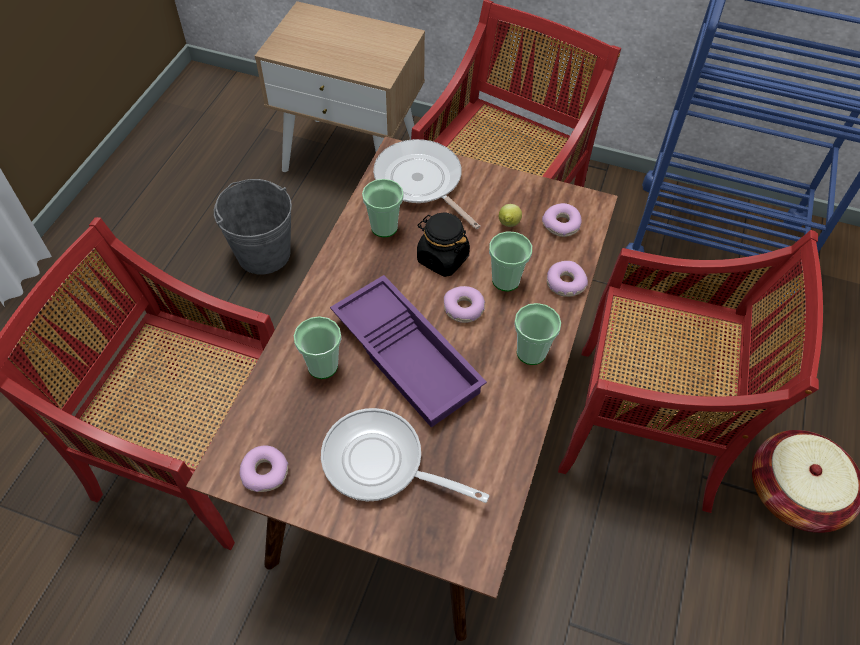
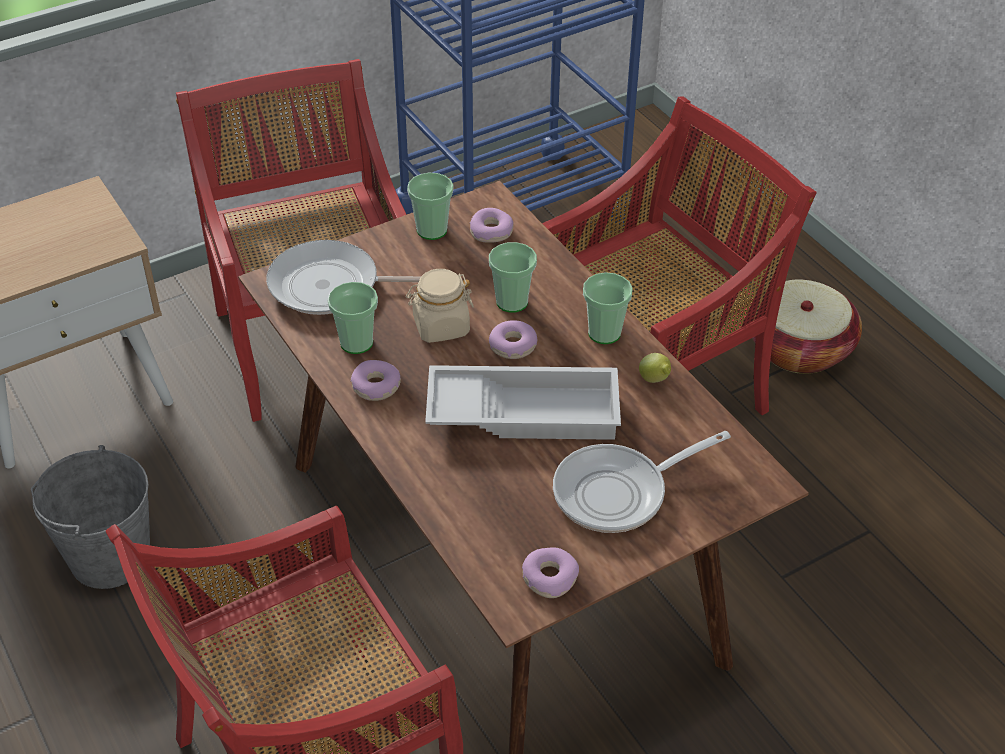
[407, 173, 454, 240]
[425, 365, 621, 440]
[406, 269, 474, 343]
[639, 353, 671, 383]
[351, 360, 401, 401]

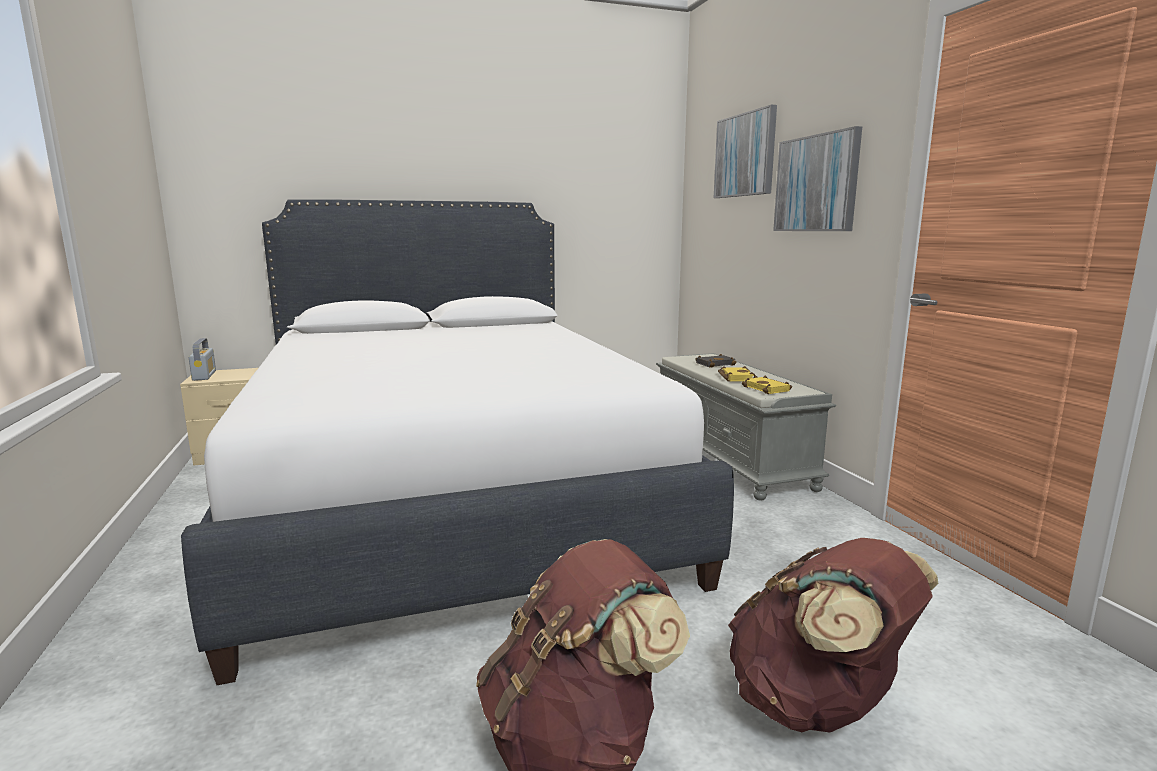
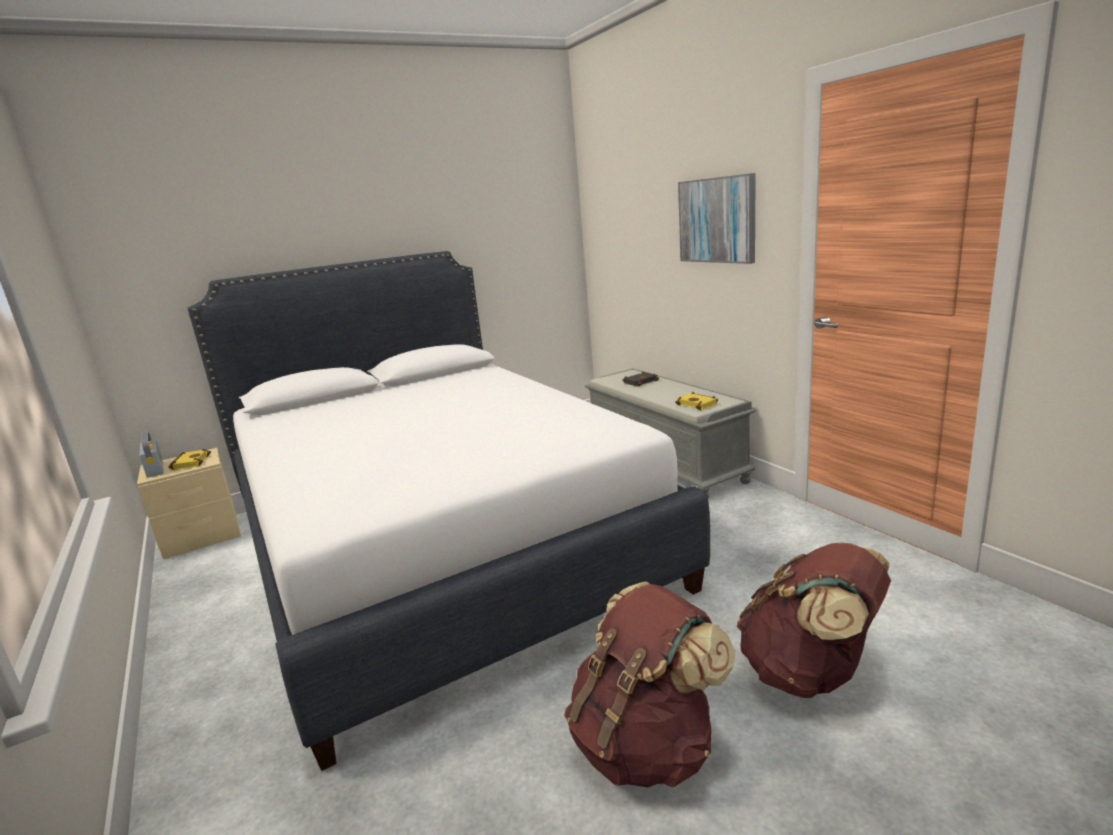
[714, 105, 777, 198] (first image)
[169, 449, 211, 470]

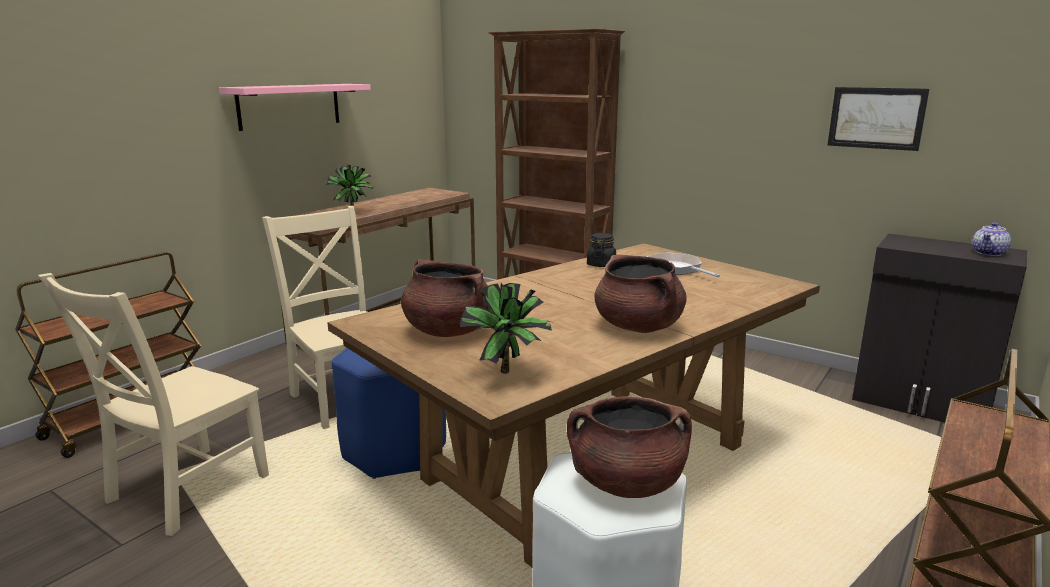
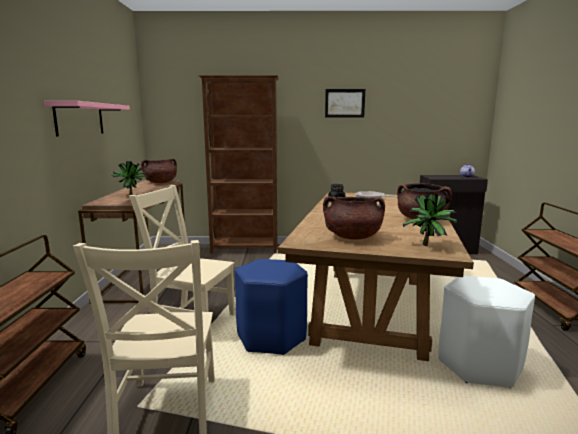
[141, 159, 177, 183]
[325, 89, 365, 118]

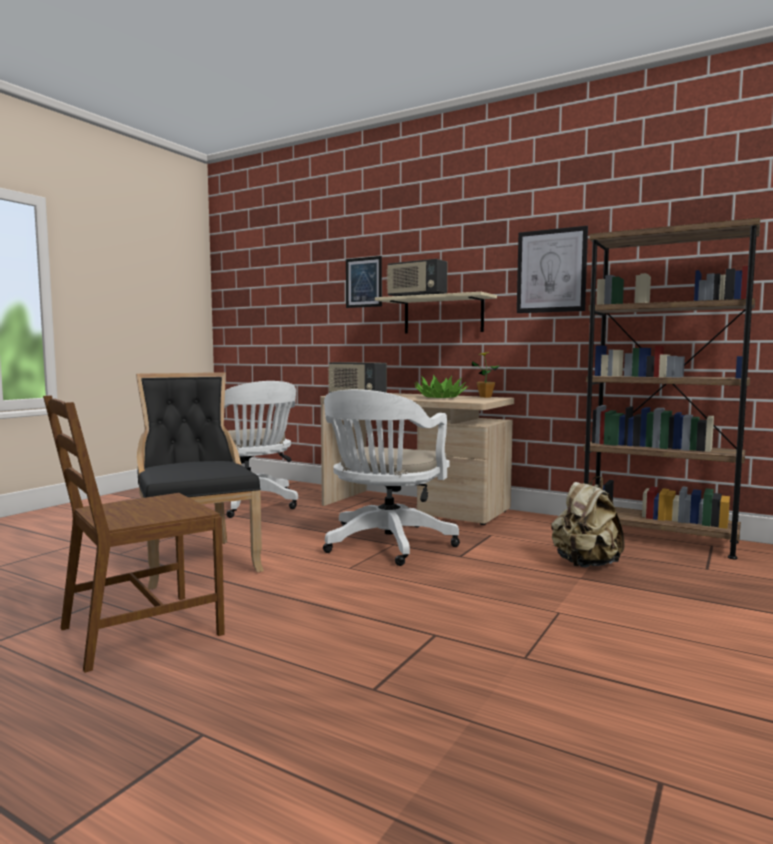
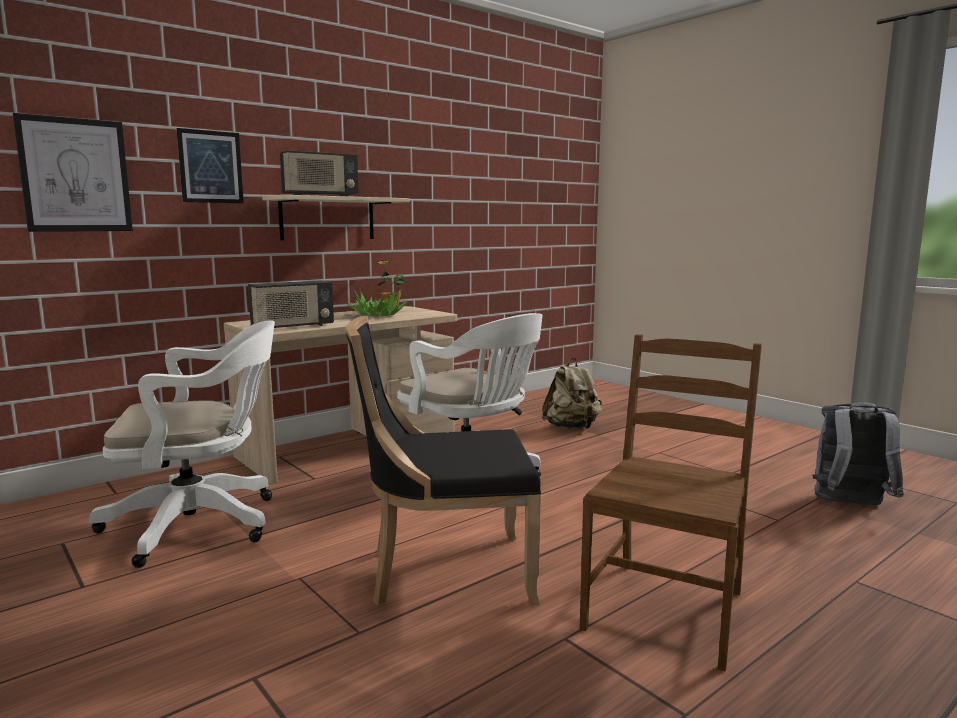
[580, 334, 762, 671]
[13, 113, 133, 232]
[583, 218, 760, 559] (first image)
[813, 402, 904, 506]

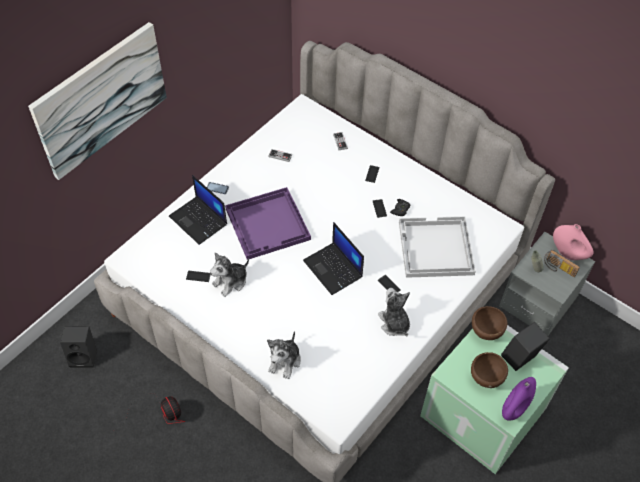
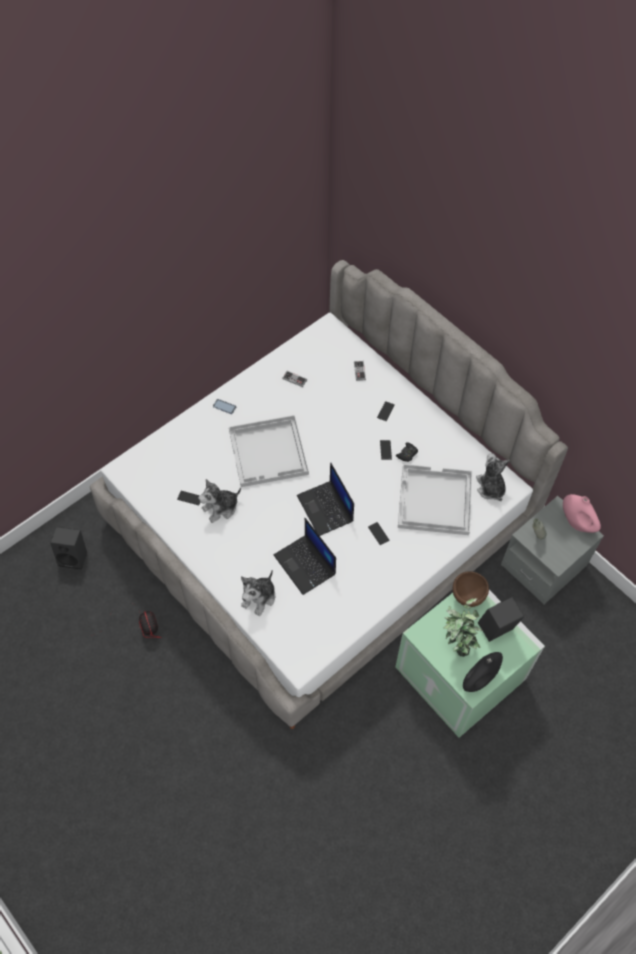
[28, 22, 167, 180] (first image)
[274, 518, 336, 595]
[229, 415, 309, 487]
[476, 453, 510, 501]
[444, 598, 483, 657]
[463, 652, 503, 692]
[544, 250, 580, 277] (first image)

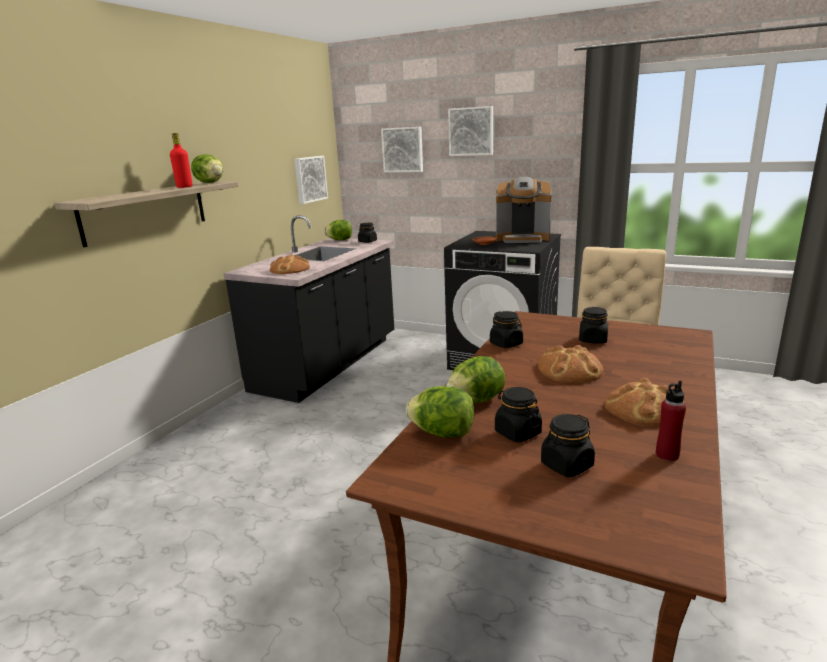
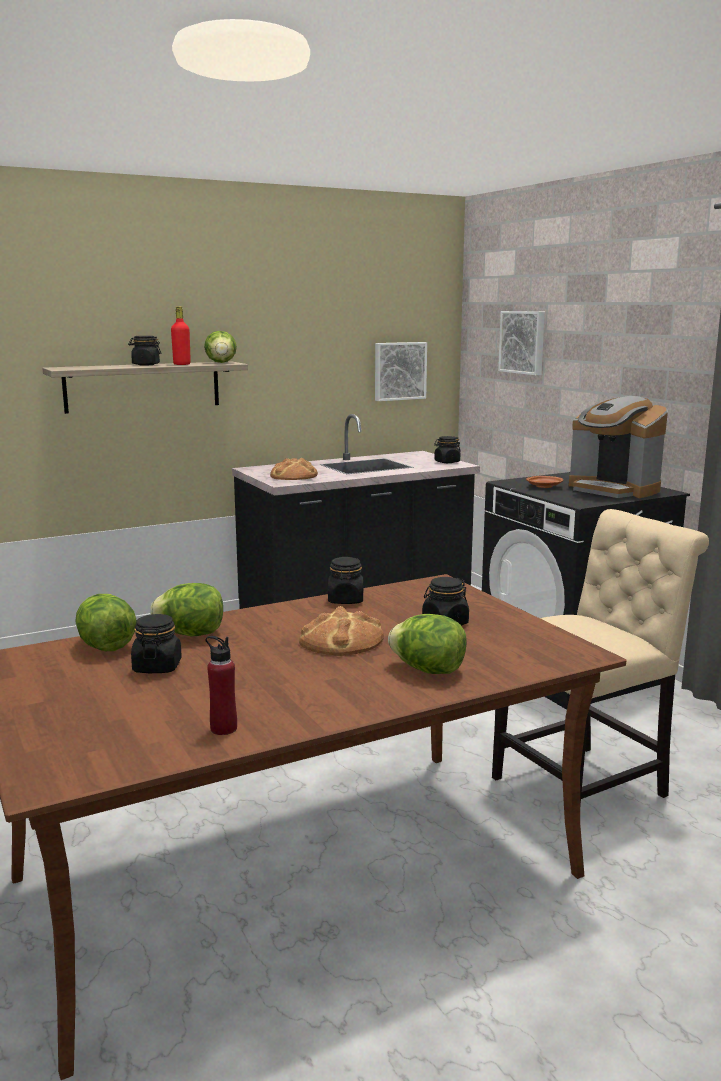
[388, 614, 467, 674]
[448, 106, 493, 156] (first image)
[128, 336, 161, 365]
[605, 378, 686, 426] (first image)

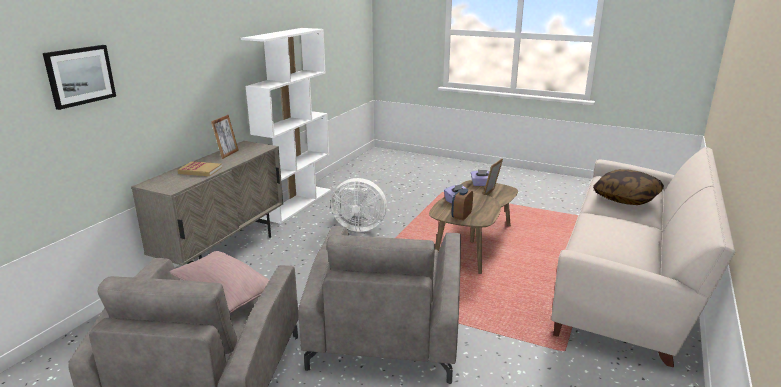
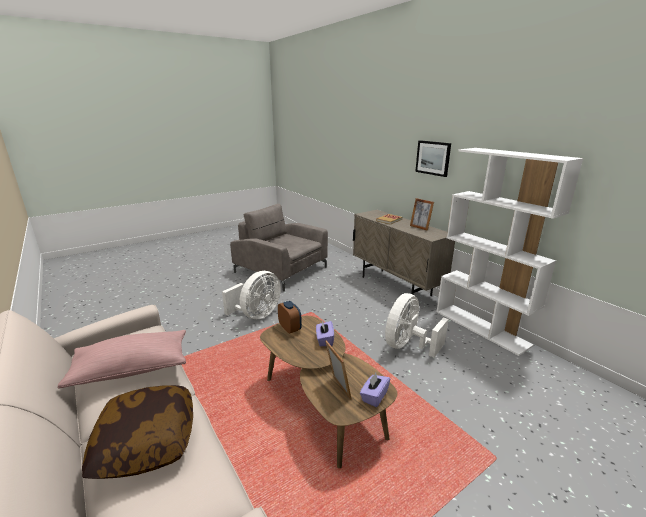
[415, 140, 451, 177]
[58, 330, 186, 389]
[222, 271, 281, 319]

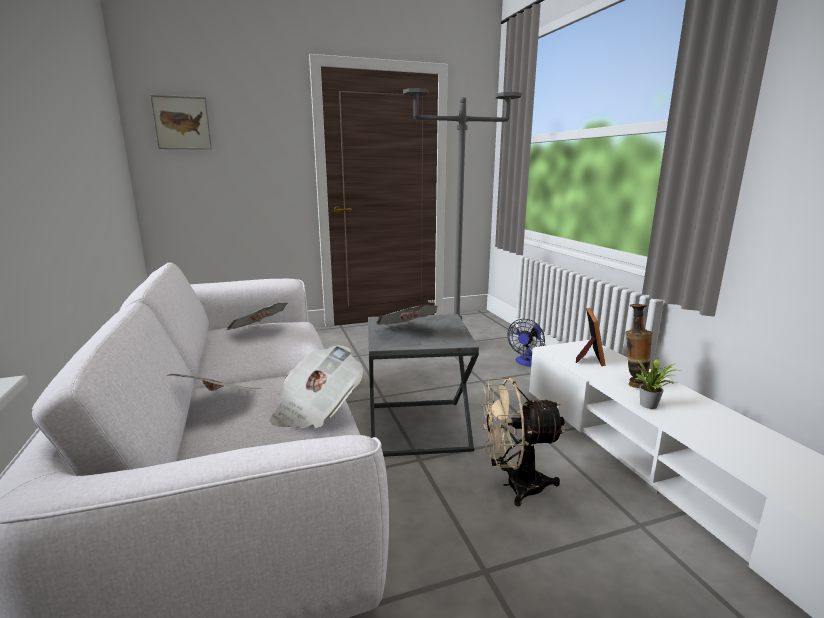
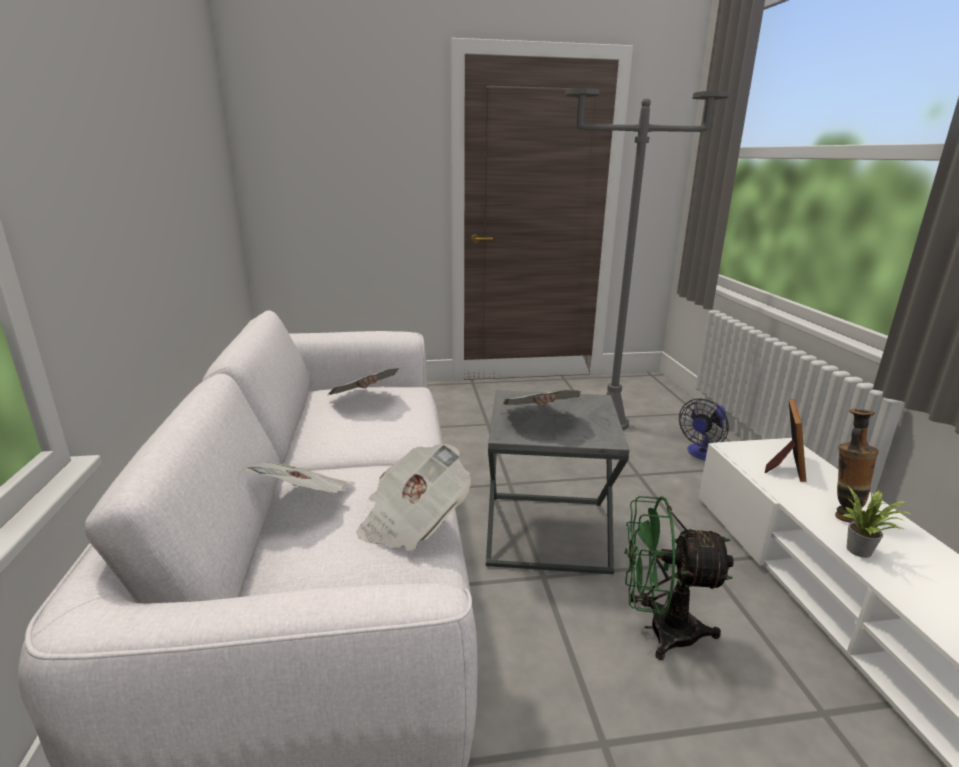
[150, 95, 212, 150] (first image)
[625, 496, 734, 660]

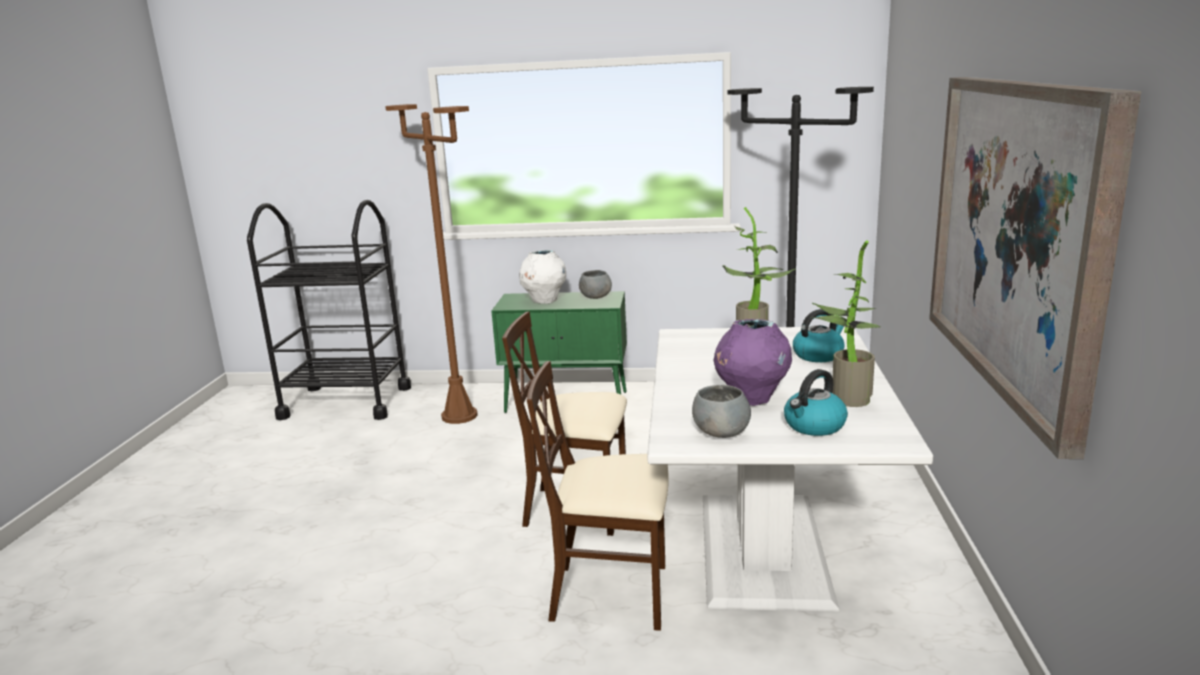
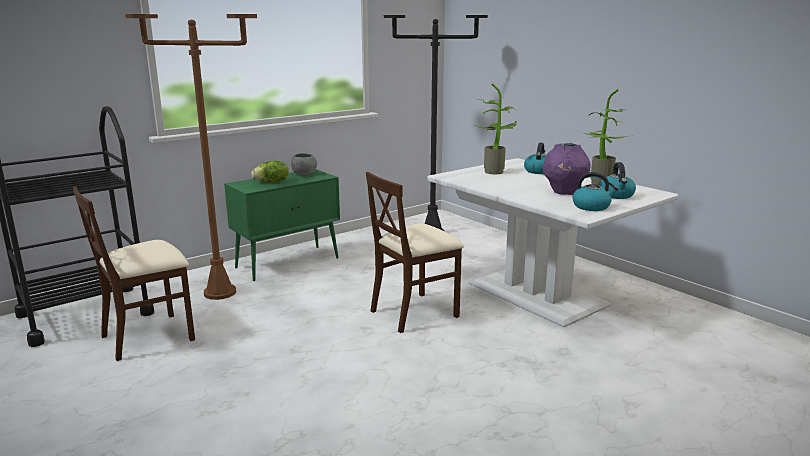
[251, 161, 289, 182]
[73, 186, 195, 361]
[573, 172, 619, 211]
[929, 77, 1141, 459] (first image)

